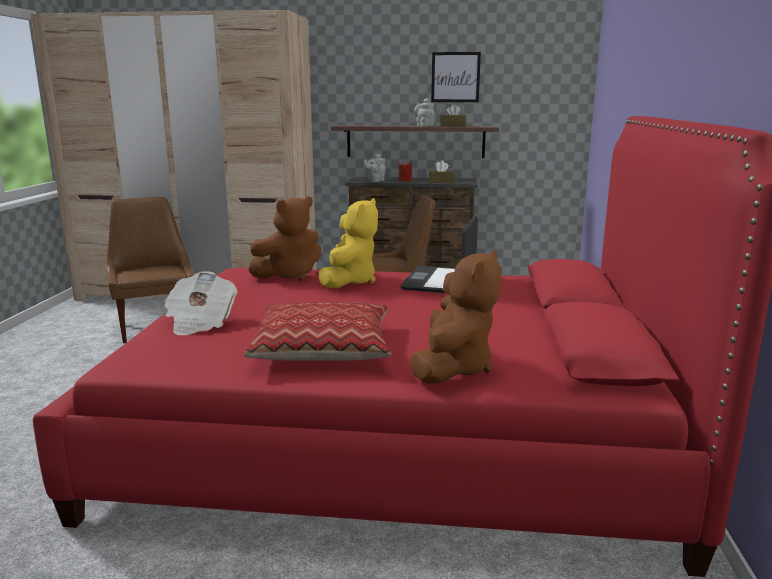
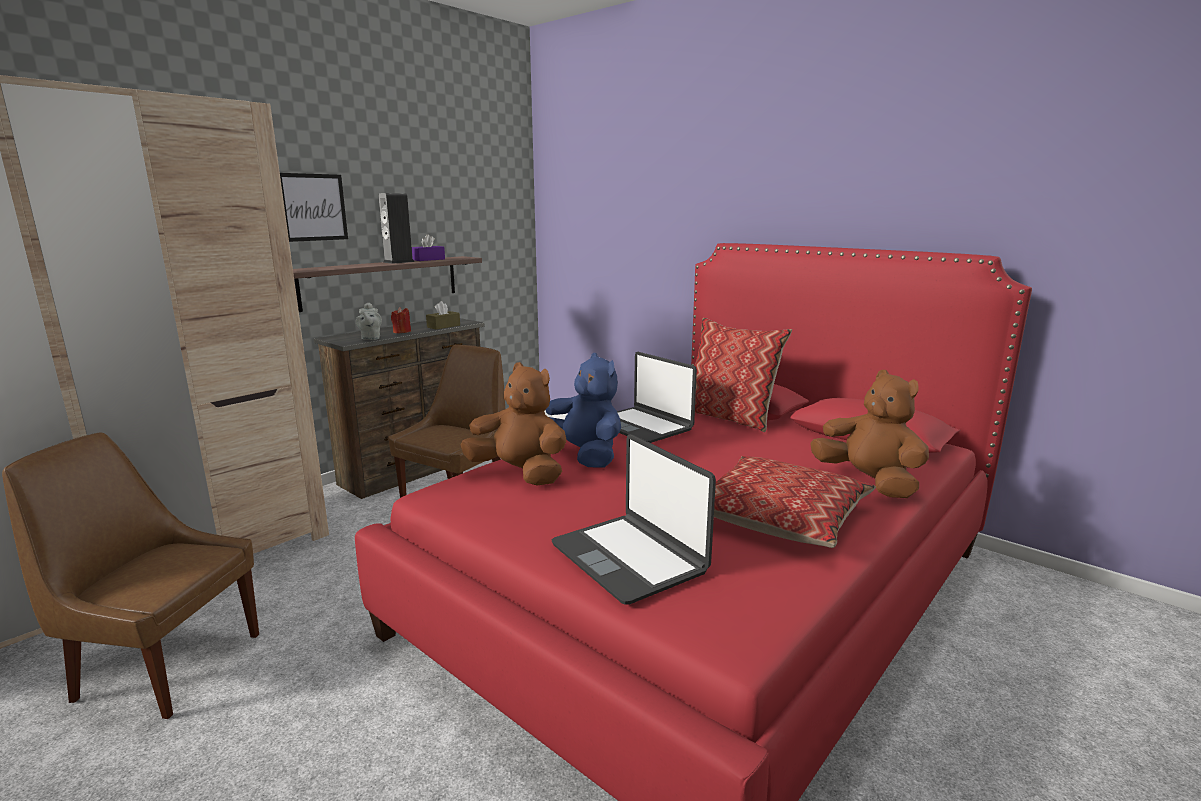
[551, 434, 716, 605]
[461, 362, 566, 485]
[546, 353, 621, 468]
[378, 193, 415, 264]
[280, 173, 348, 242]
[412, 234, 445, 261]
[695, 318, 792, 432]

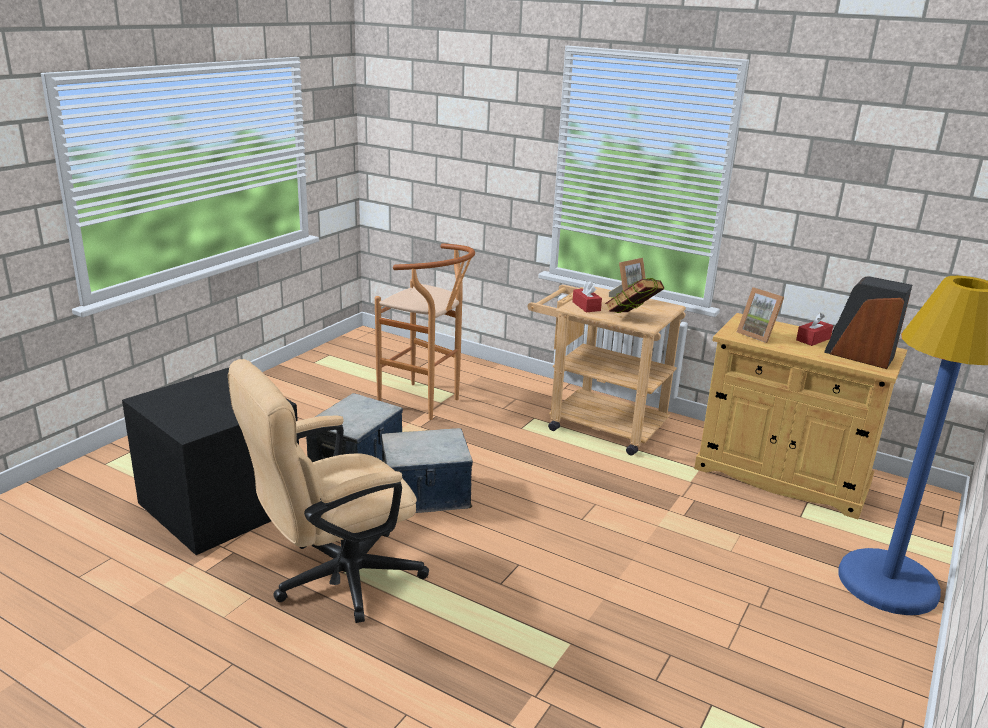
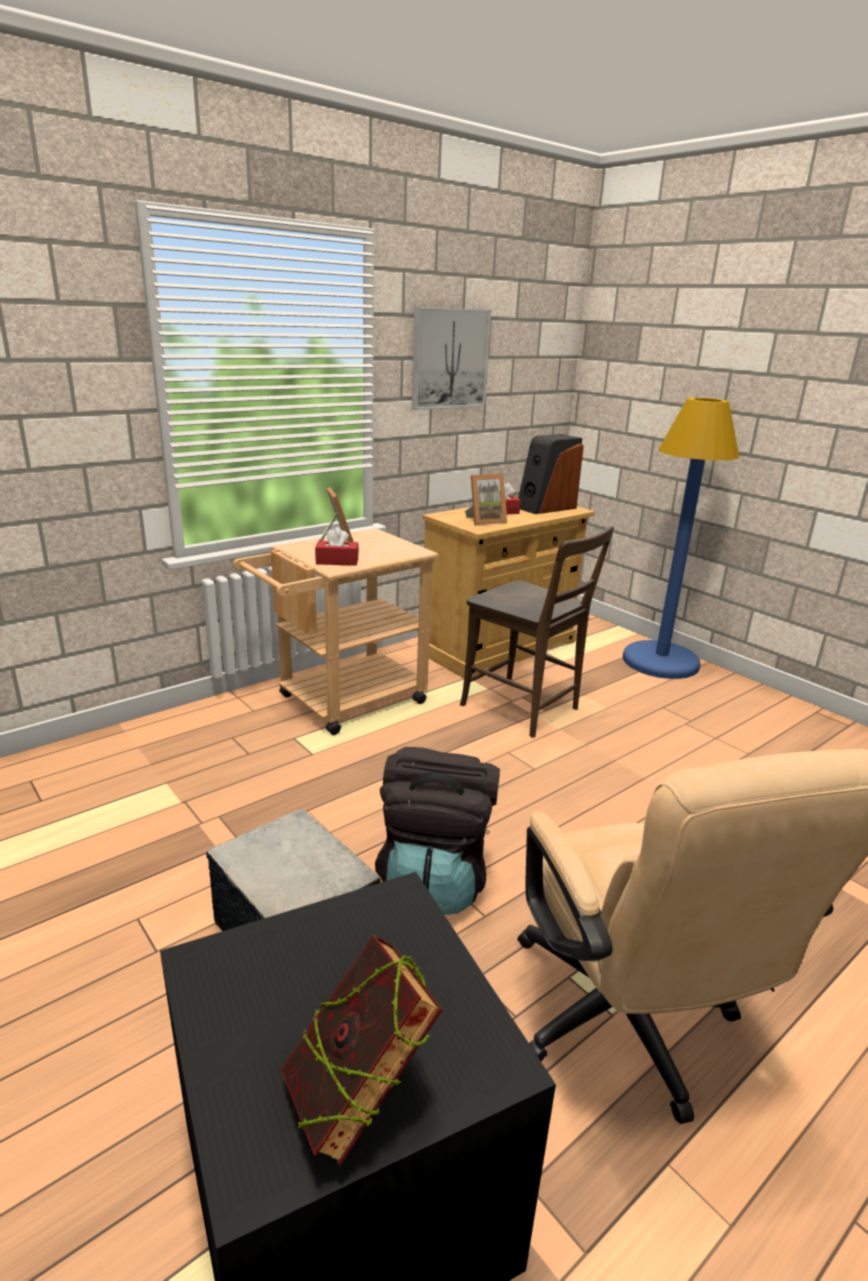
[375, 243, 475, 420] (first image)
[375, 747, 500, 915]
[281, 935, 443, 1165]
[412, 306, 491, 410]
[460, 526, 614, 738]

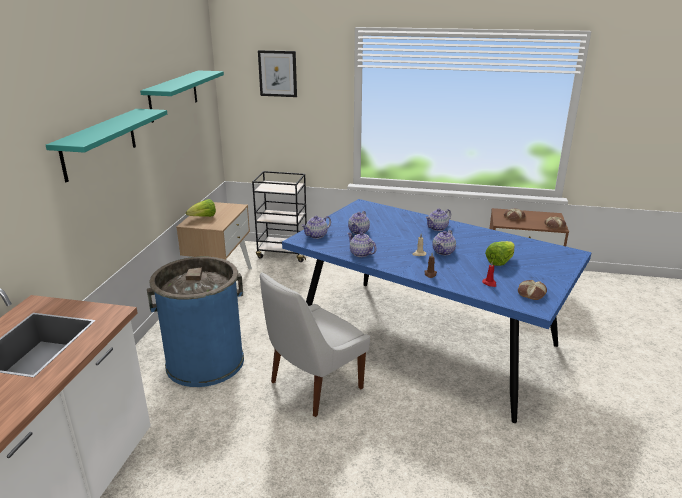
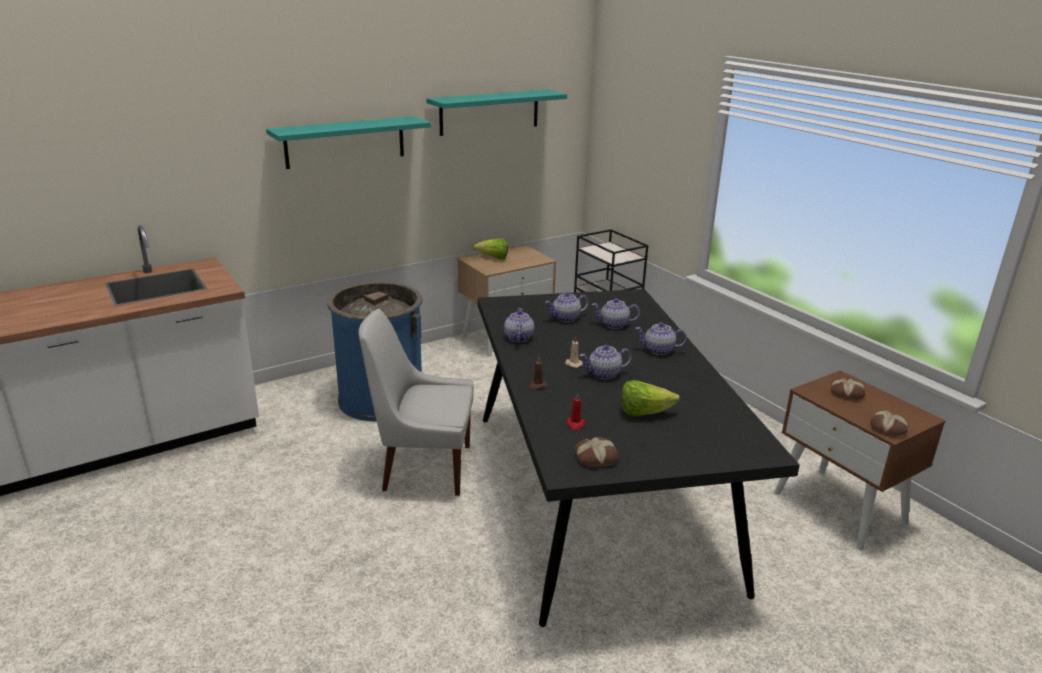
[258, 50, 297, 97] (first image)
[478, 289, 800, 627]
[592, 298, 640, 329]

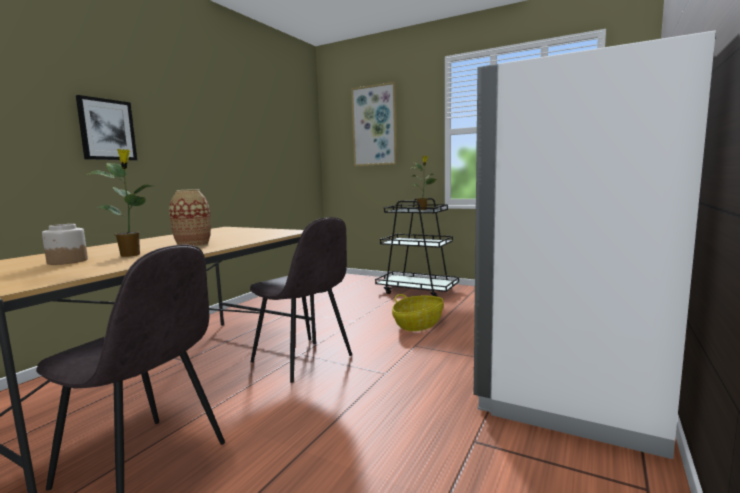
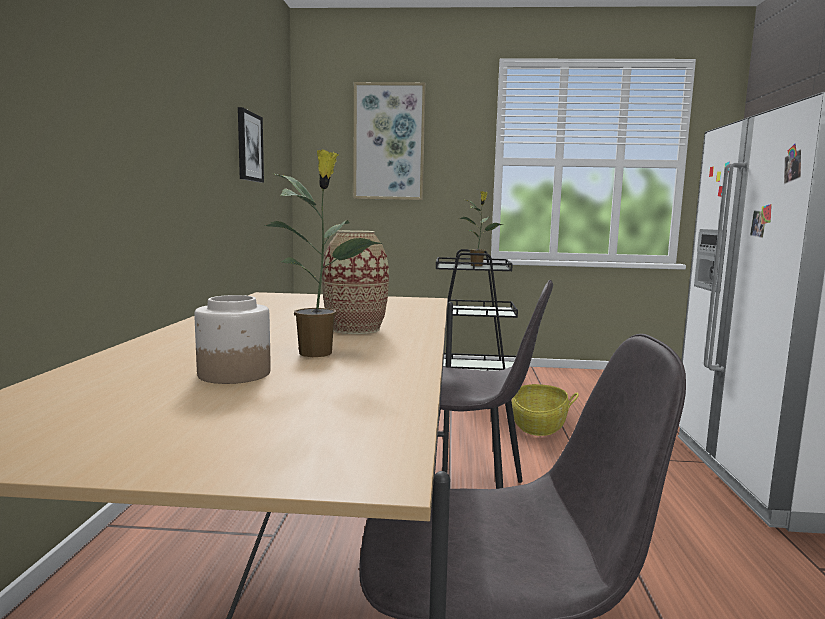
[238, 107, 264, 183]

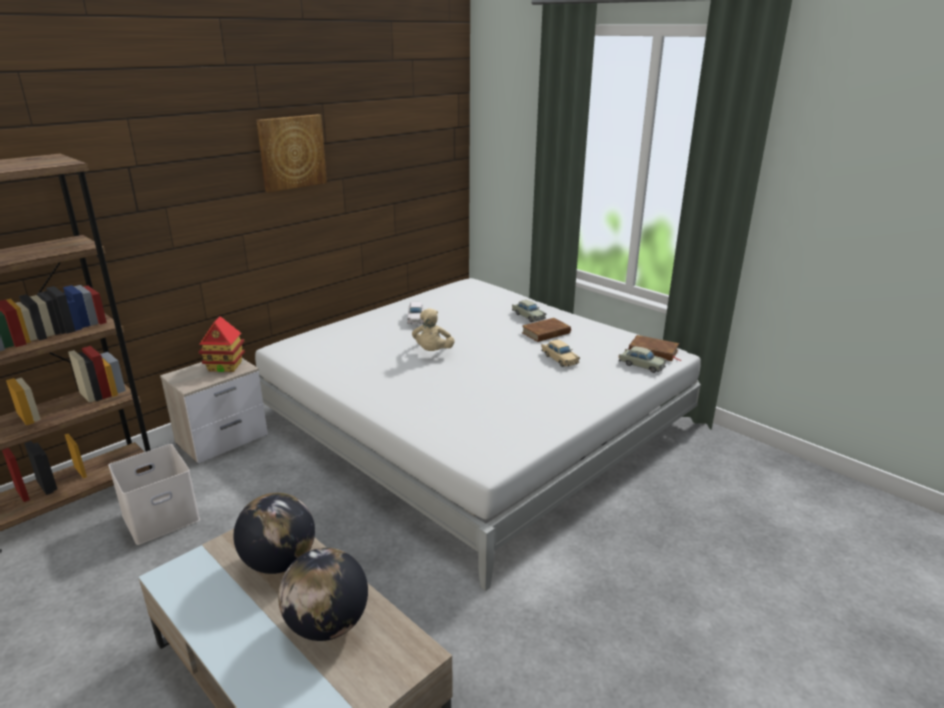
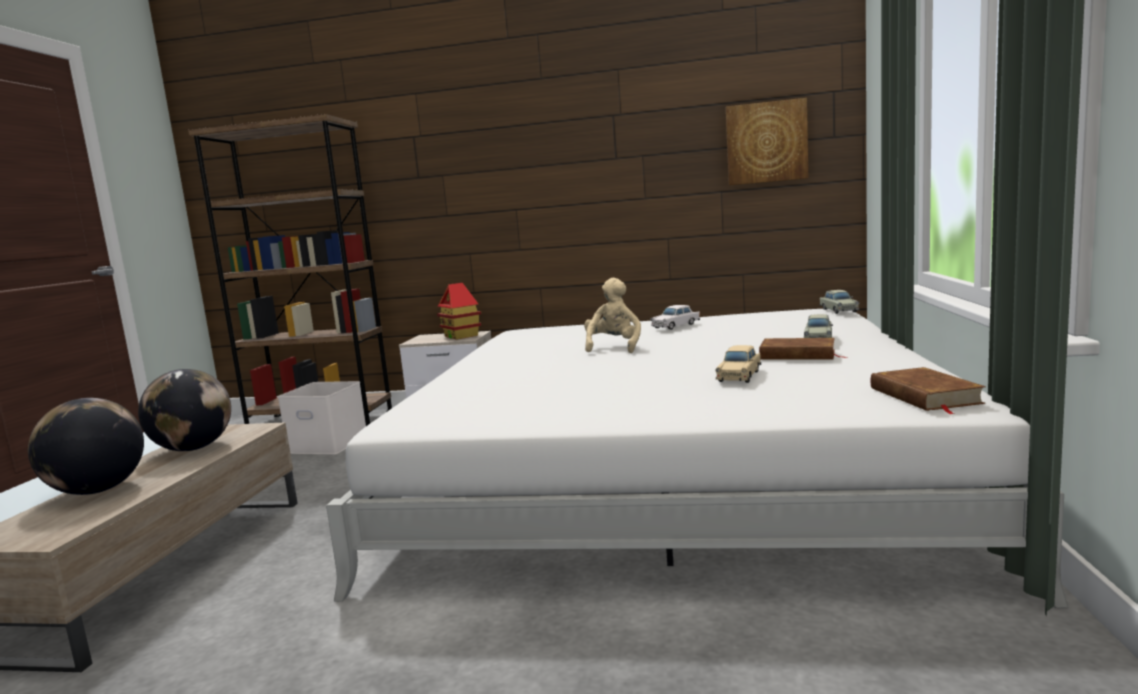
[726, 98, 808, 185]
[584, 278, 641, 353]
[820, 290, 859, 314]

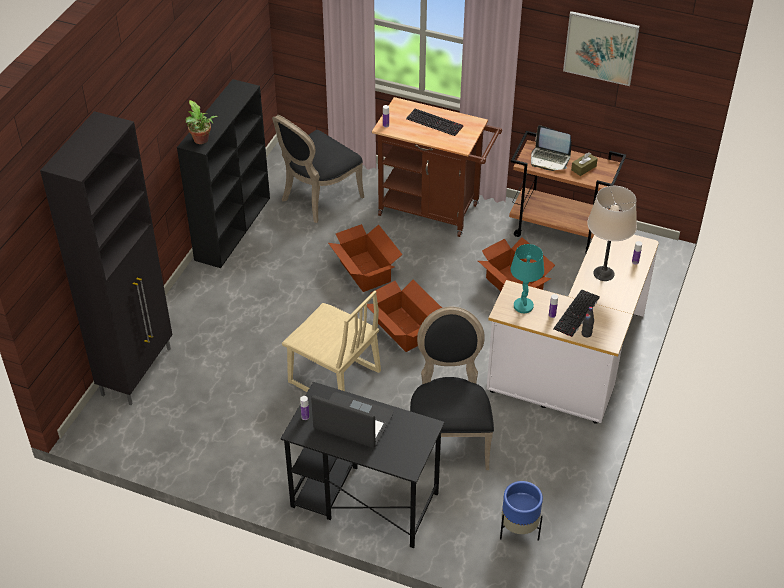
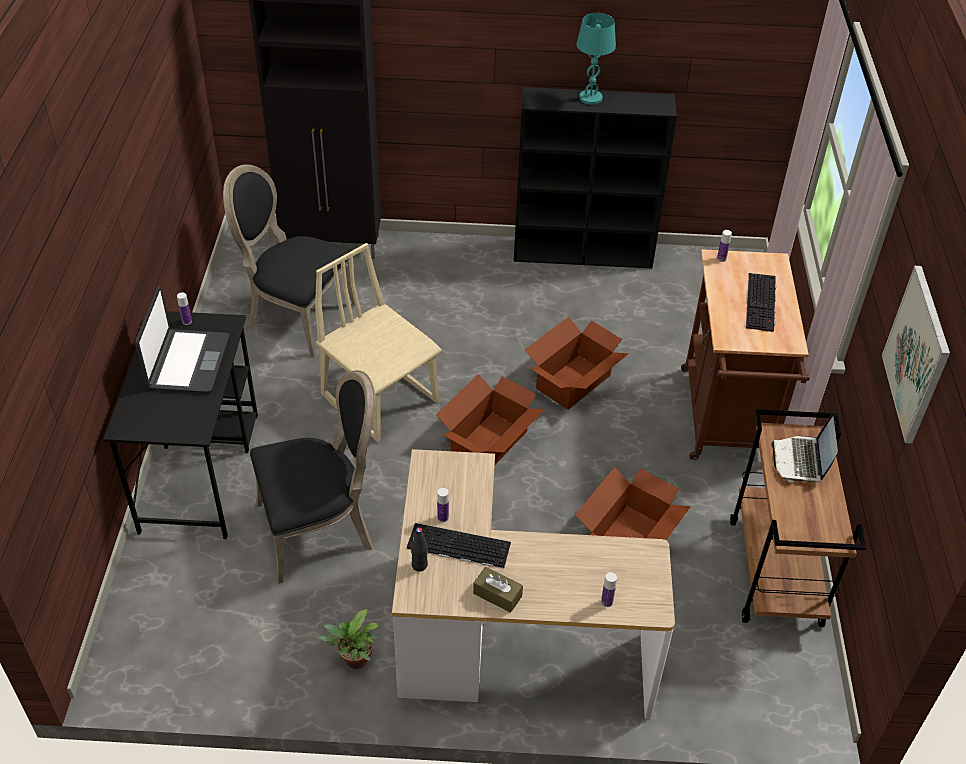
[317, 609, 379, 669]
[223, 164, 355, 358]
[315, 243, 442, 442]
[500, 481, 543, 541] (first image)
[576, 13, 616, 105]
[473, 567, 523, 613]
[587, 186, 637, 281] (first image)

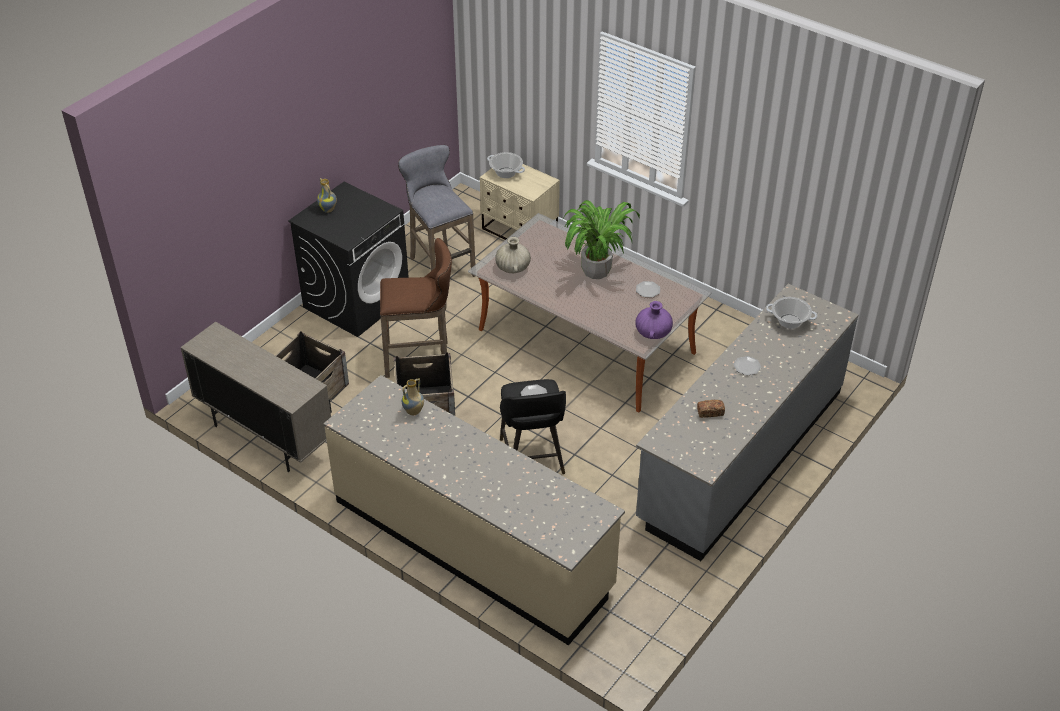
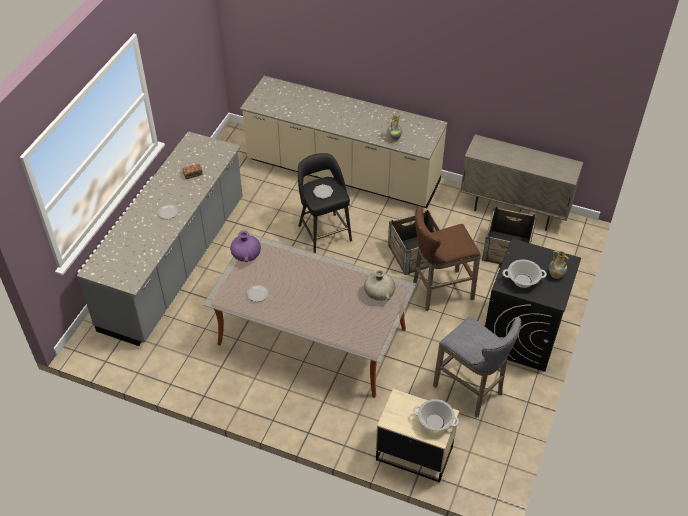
[564, 200, 640, 279] (first image)
[503, 259, 547, 288]

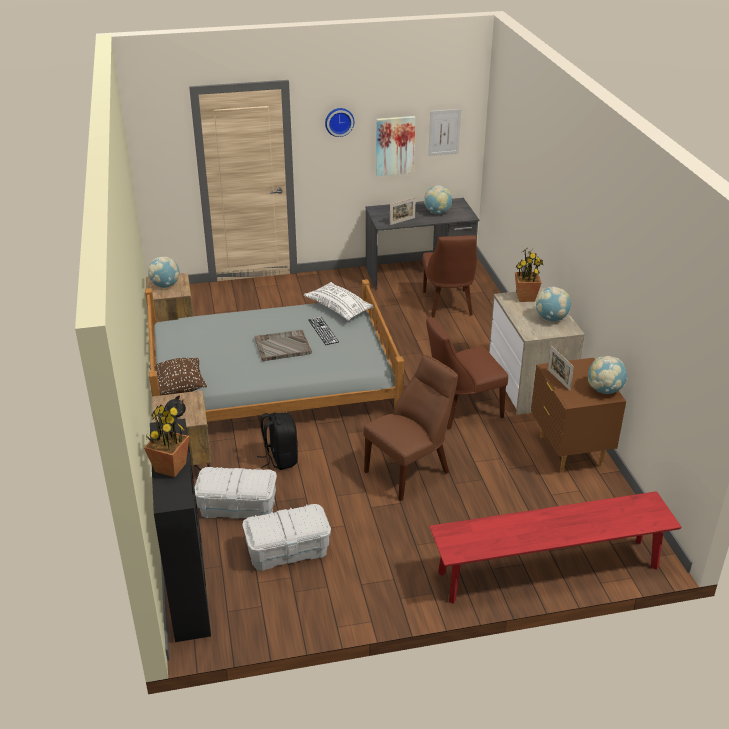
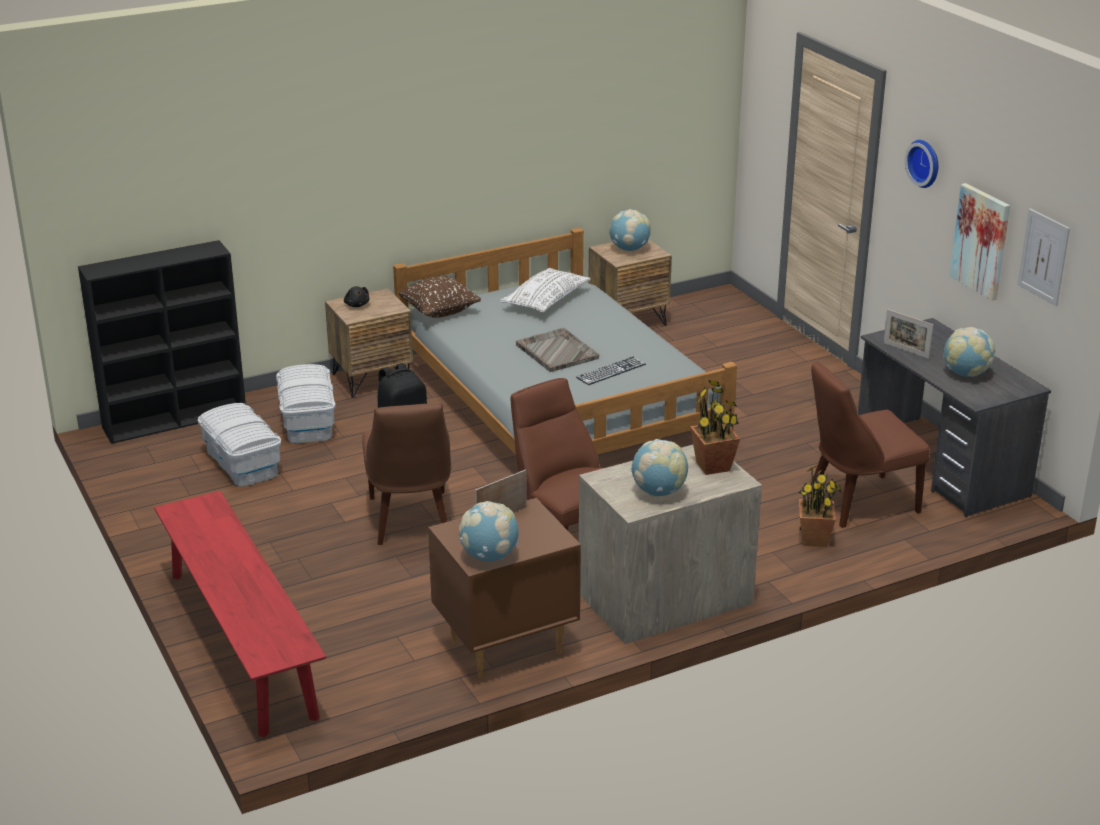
[799, 465, 842, 547]
[500, 268, 591, 313]
[362, 403, 451, 545]

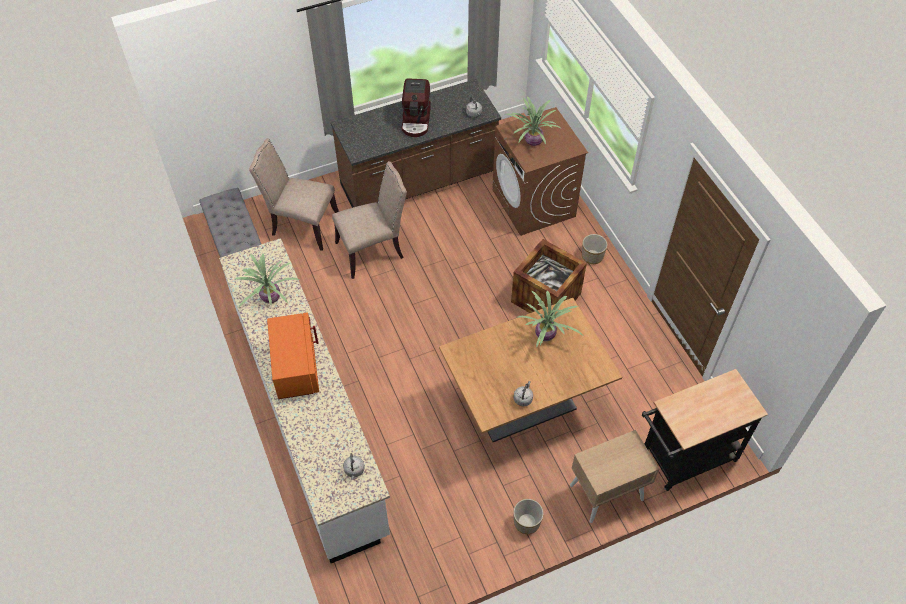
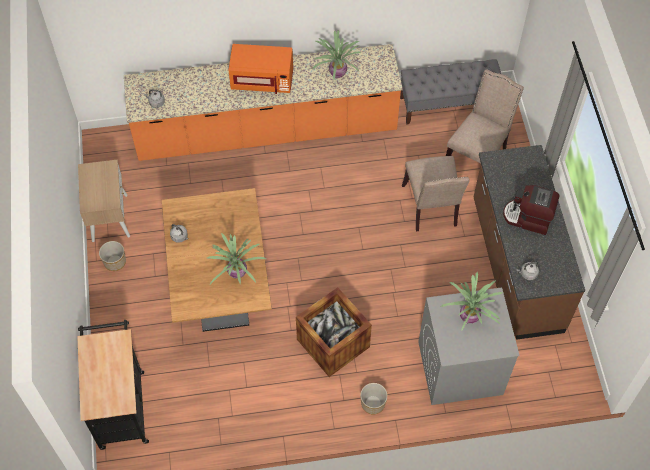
[124, 44, 403, 161]
[418, 287, 520, 405]
[78, 160, 130, 242]

